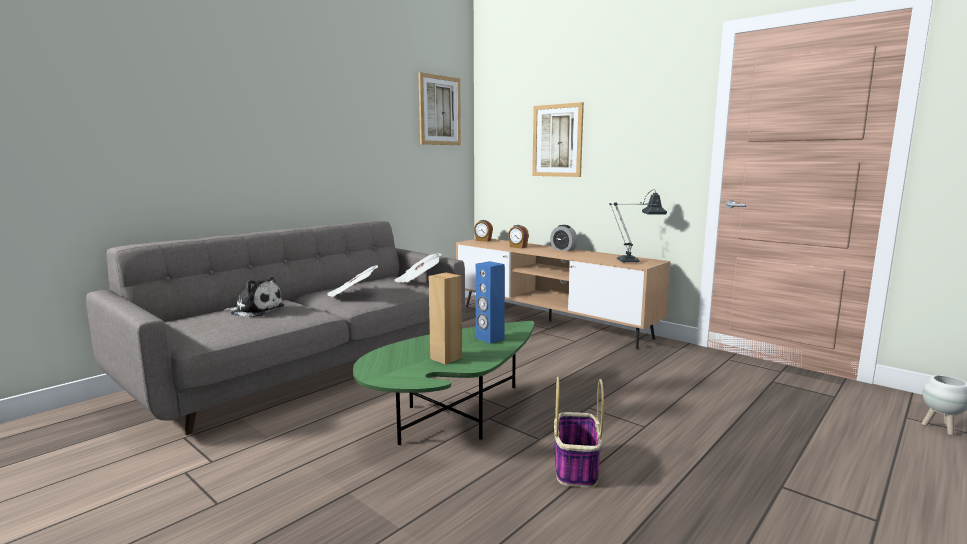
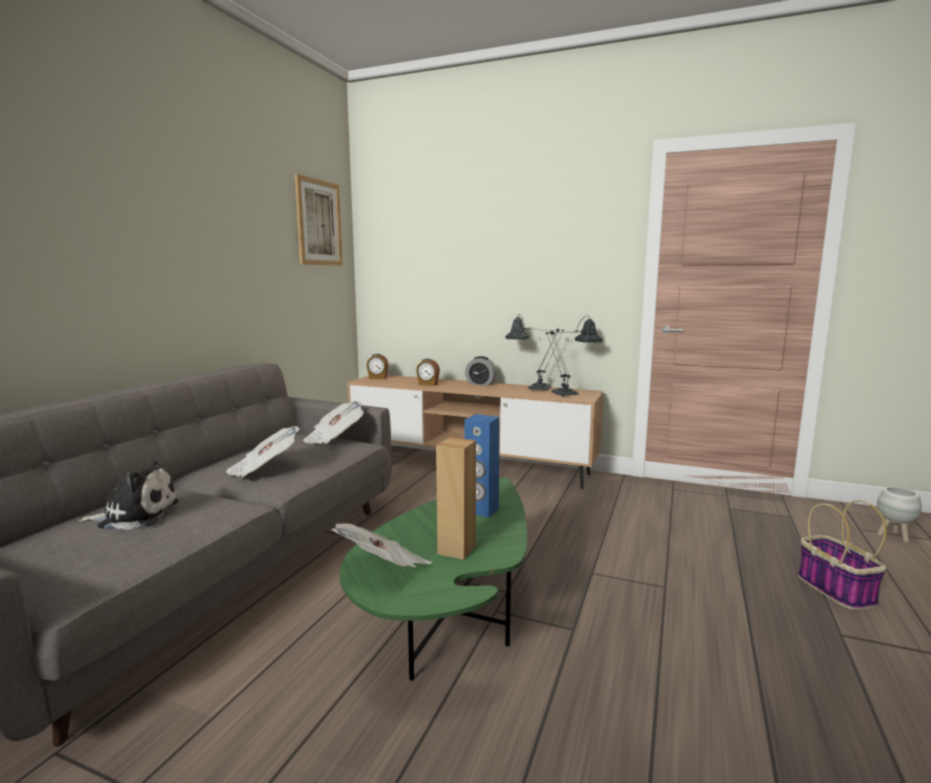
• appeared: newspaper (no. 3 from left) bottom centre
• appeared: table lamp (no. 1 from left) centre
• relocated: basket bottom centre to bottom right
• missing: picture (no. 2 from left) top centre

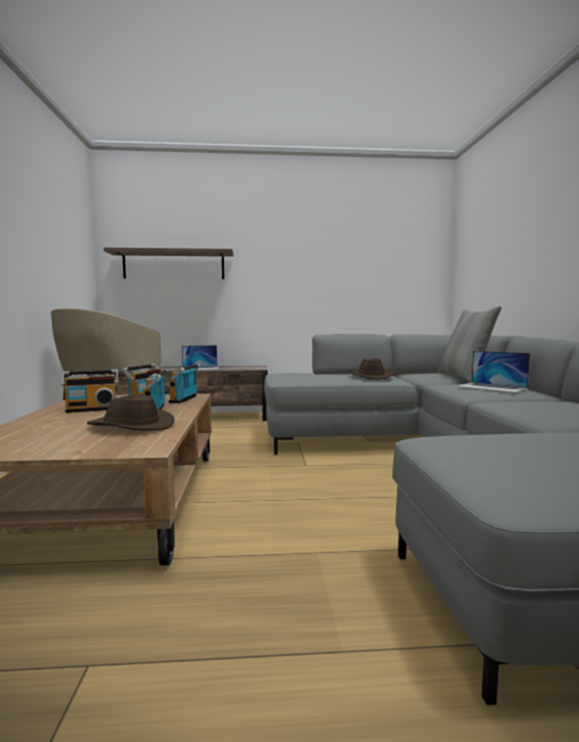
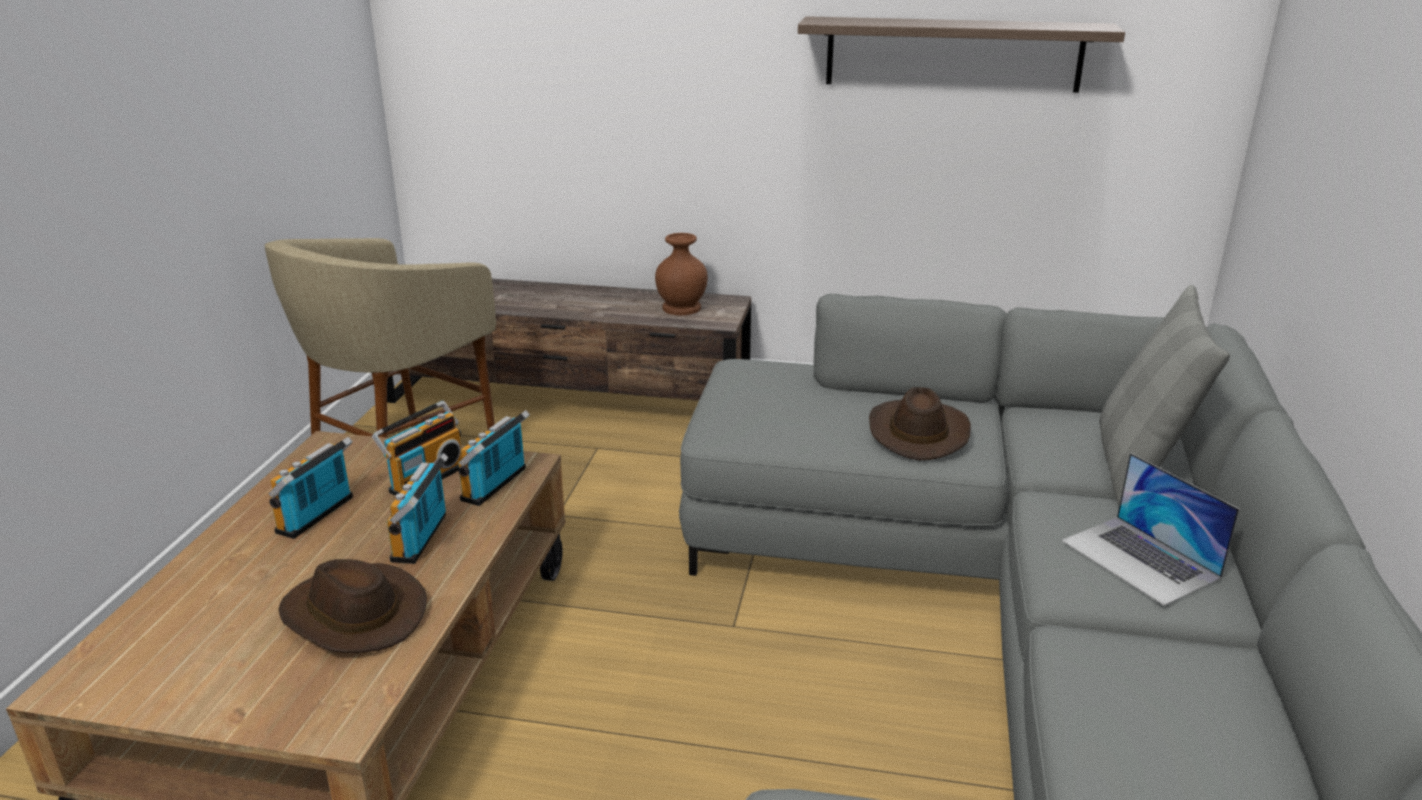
• spun: radio (no. 1 from left) middle left = middle left 120 degrees clockwise
• appeared: vase (brown) centre
• relocated: shelf middle left to top right
• missing: laptop (no. 1 from left) centre

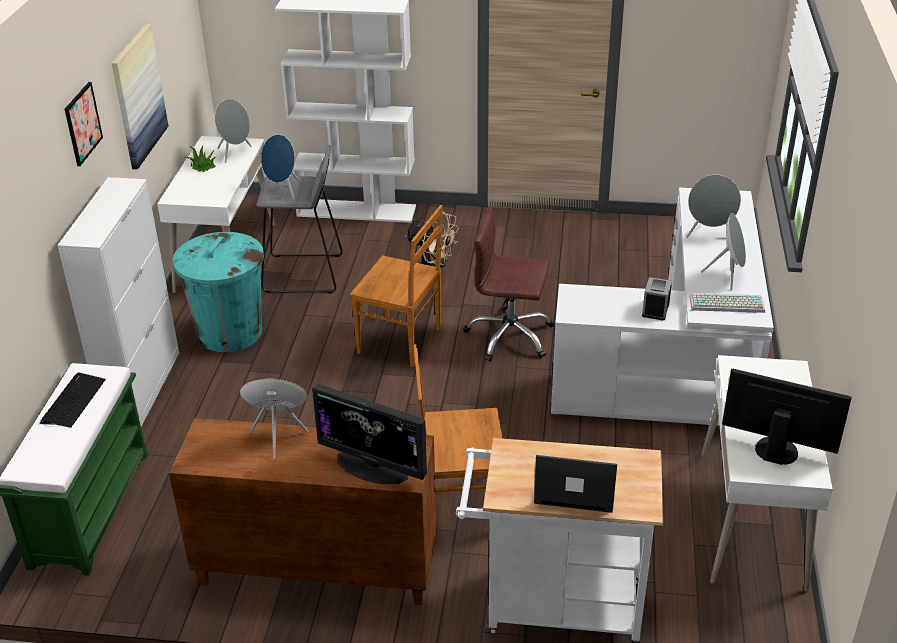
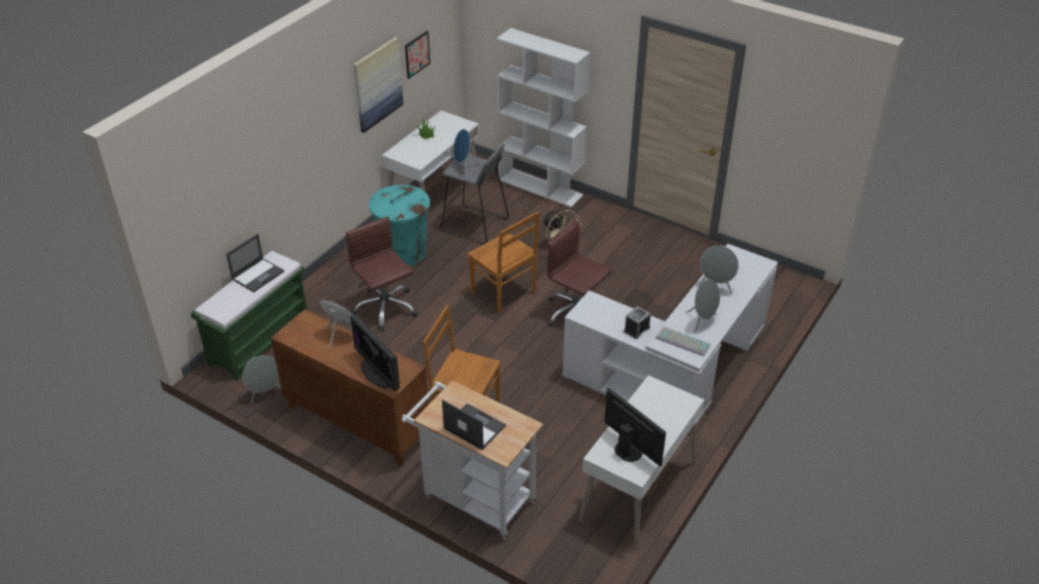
• exchanged: keyboard (no. 1 from left) middle left to laptop (no. 1 from left) middle left
• relocated: speaker (grey) (no. 1 from left) top left to middle left
• appeared: office chair (brown) (no. 1 from left) centre
• relocated: picture (no. 1 from left in the first image) top left to picture (no. 2 from left) top centre
• missing: cabinet (white) middle left

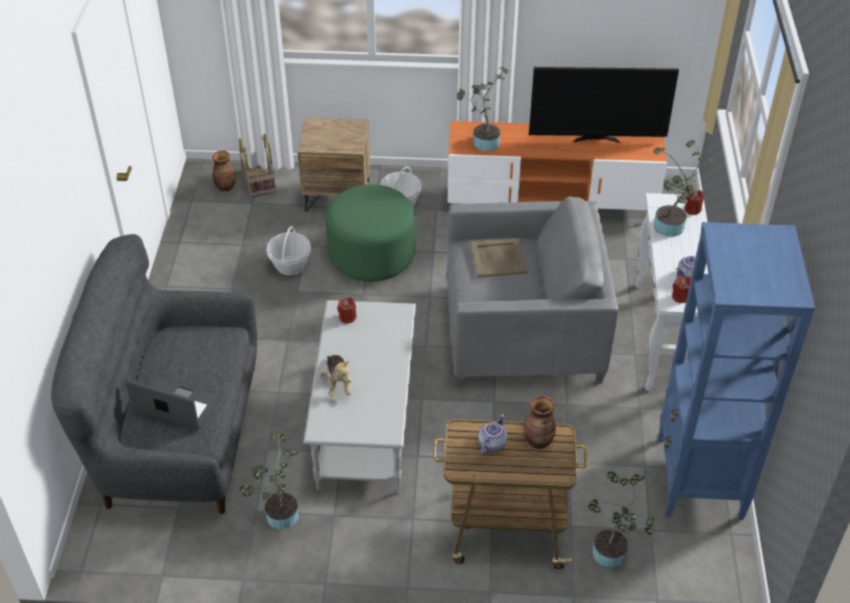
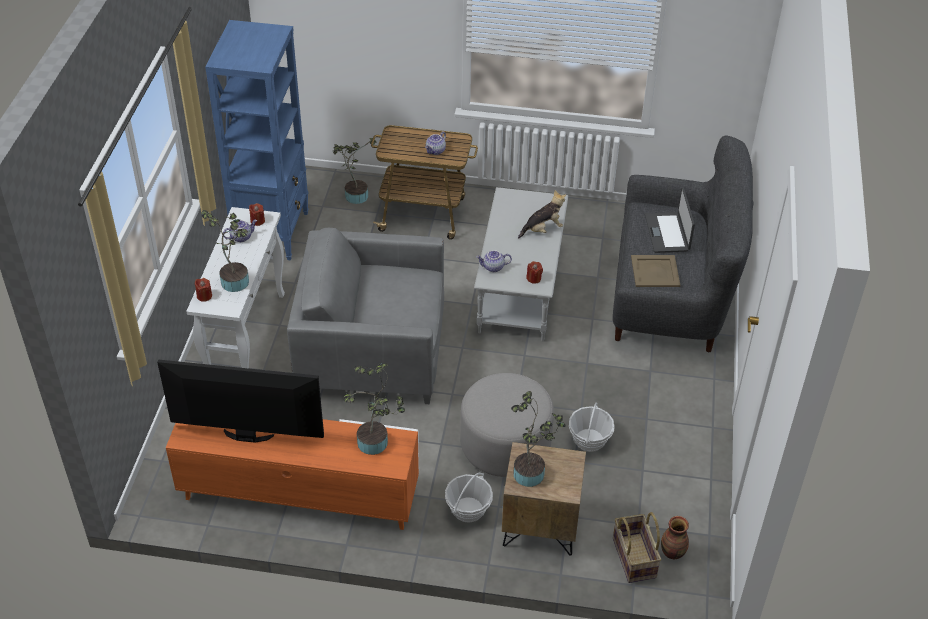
• colour: ottoman (green) centre to ottoman (grey) bottom centre
• appeared: teapot (no. 3 from left) centre
• relocated: potted plant (no. 1 from left in the first image) bottom left to potted plant (no. 4 from left) bottom centre
• spun: plush toy centre = centre 75 degrees clockwise
• relocated: tray (beige) centre to middle right
• spun: laptop bottom left = middle right 60 degrees clockwise
• missing: vase (no. 2 from left) bottom centre

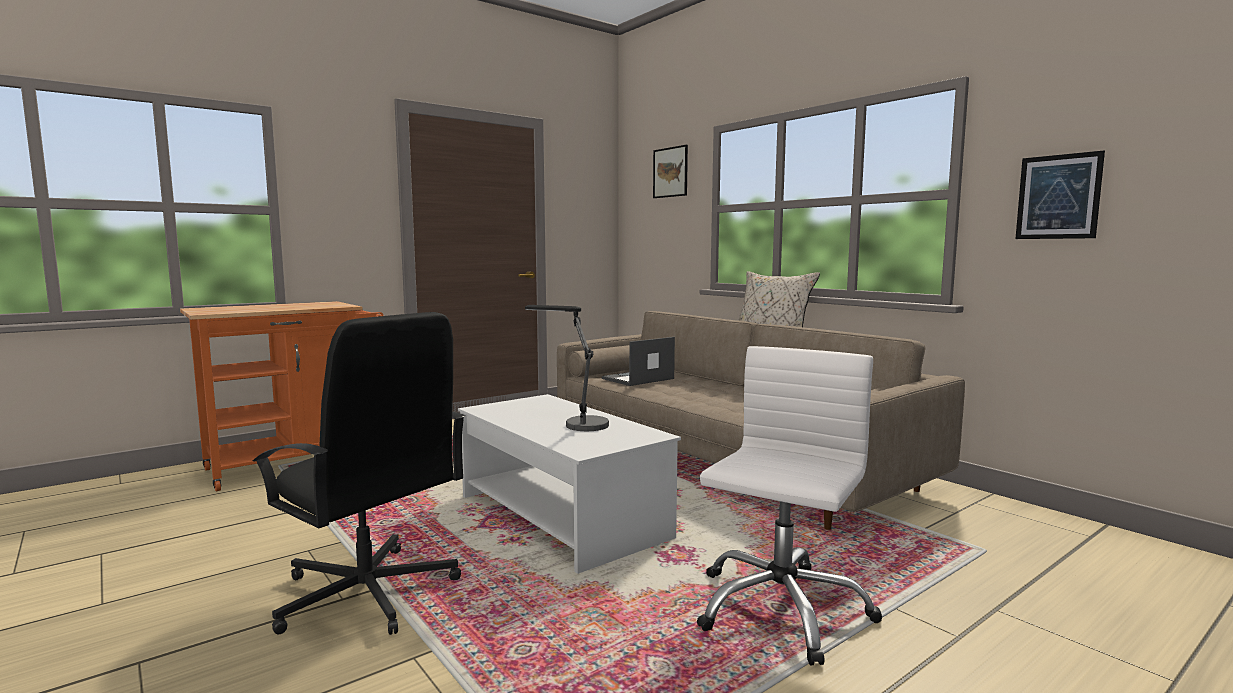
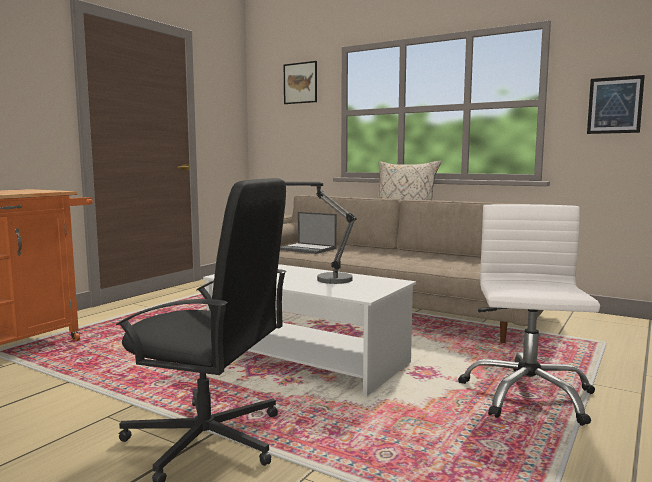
• spun: laptop centre = centre 90 degrees counterclockwise

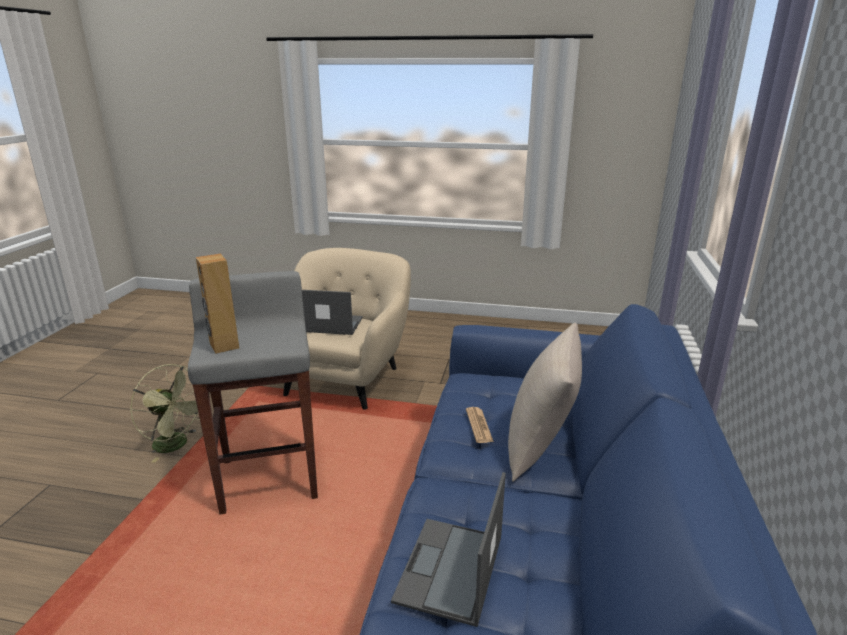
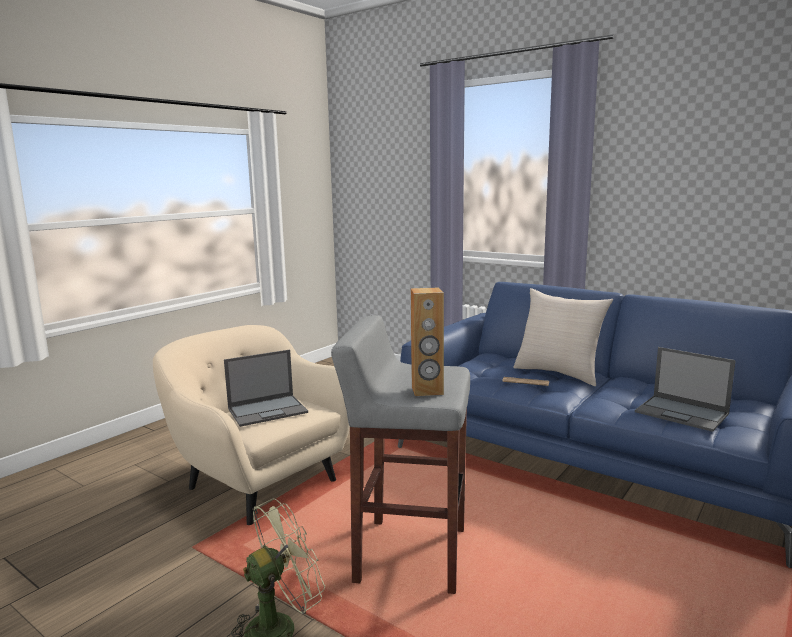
• spun: laptop (no. 1 from left) centre = centre 150 degrees counterclockwise

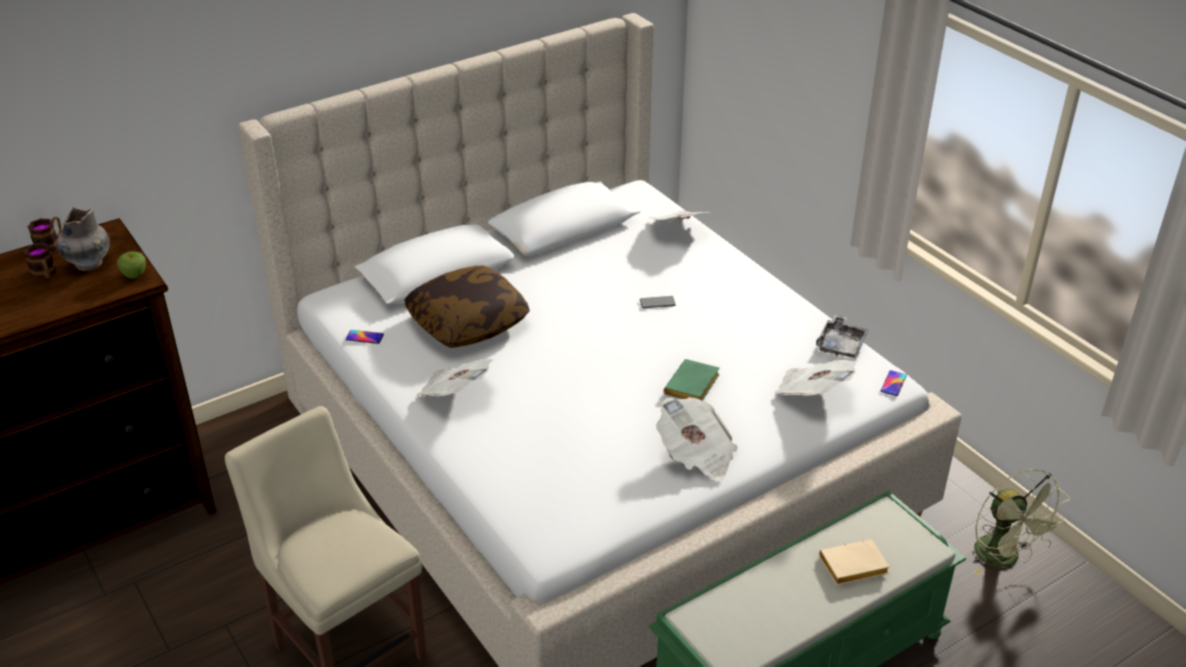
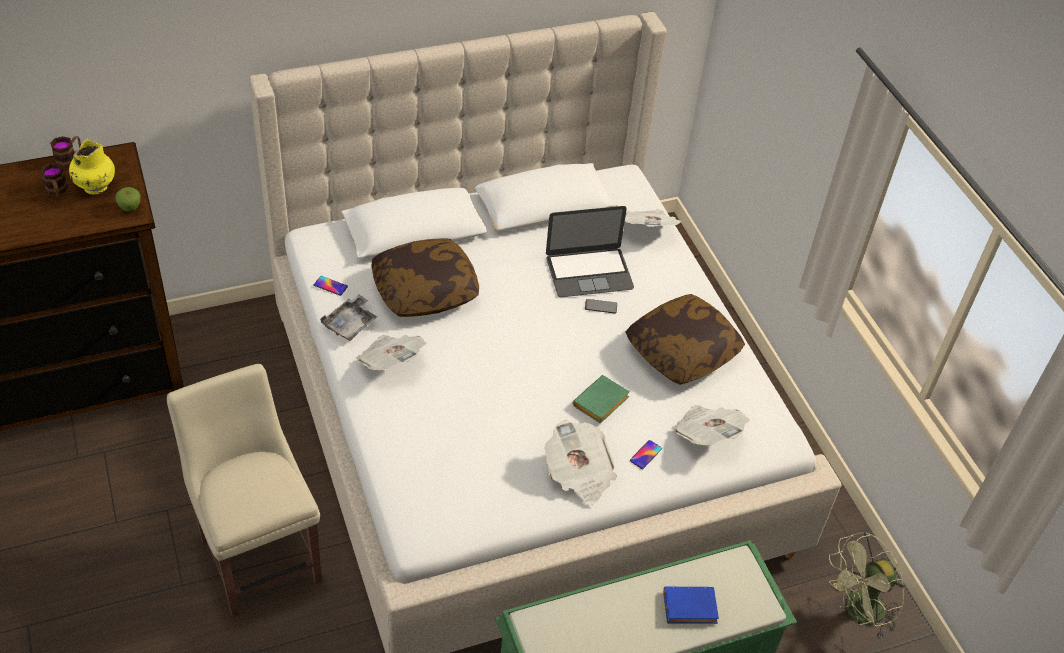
• colour: vase (grey) middle left to vase (yellow) top left
• relocated: tray (grey) middle right to middle left
• appeared: laptop centre
• appeared: pillow (no. 2 from left) centre
• relocated: phone (no. 3 from left) middle right to bottom centre
• colour: book (beige) bottom right to book (blue) bottom centre
• spun: fan (green) bottom right = bottom right 75 degrees clockwise

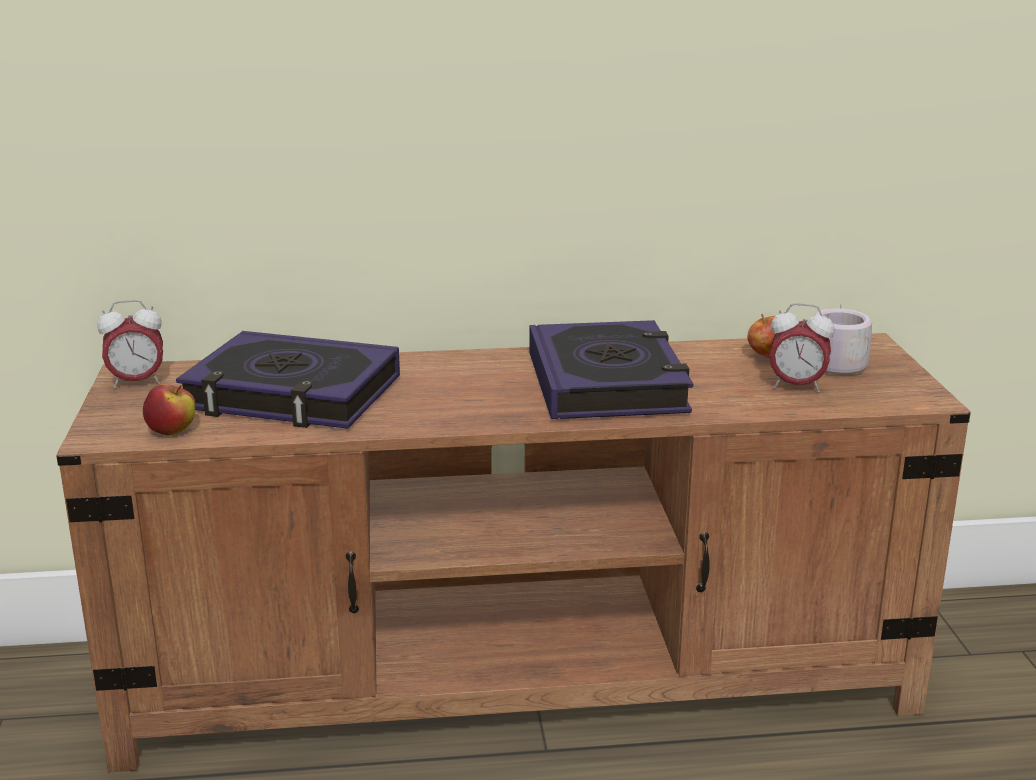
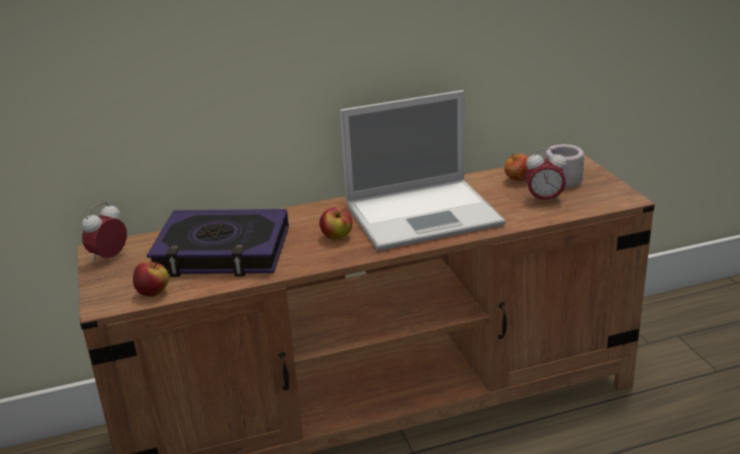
• spun: alarm clock (no. 1 from left) middle left = middle left 150 degrees clockwise
• appeared: apple (no. 2 from left) centre
• exchanged: book (no. 2 from left) centre to laptop centre

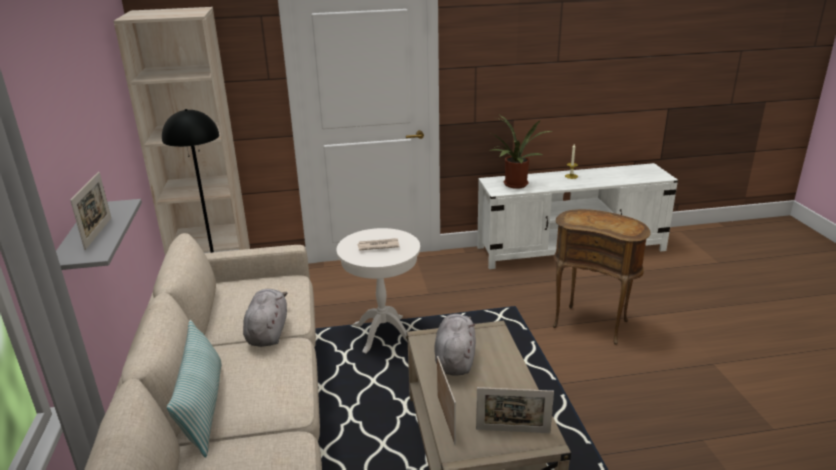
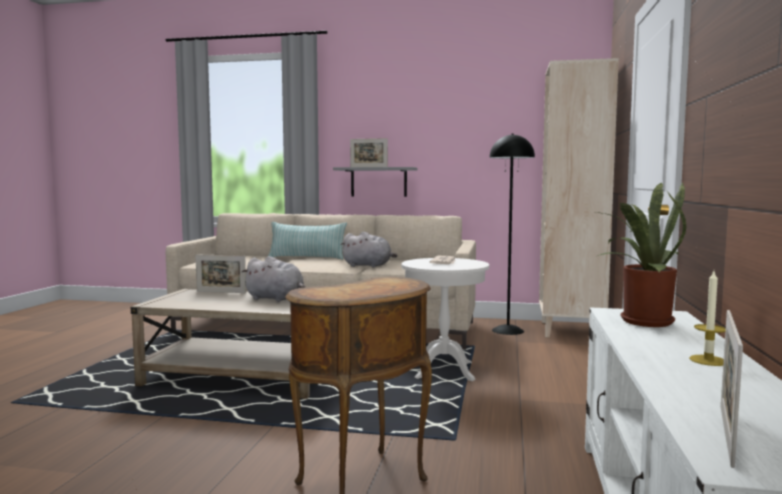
• relocated: picture frame (no. 3 from left) bottom centre to bottom right

